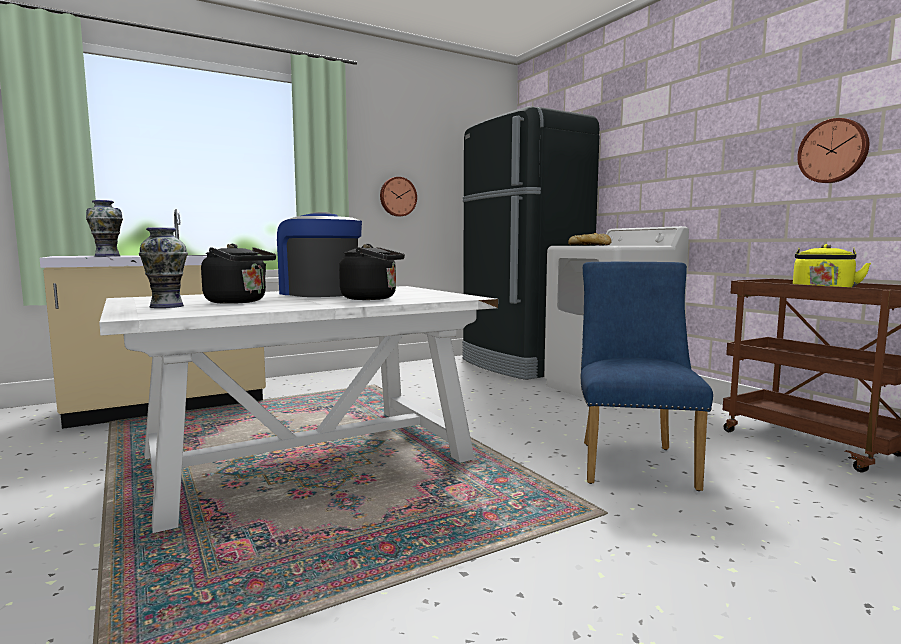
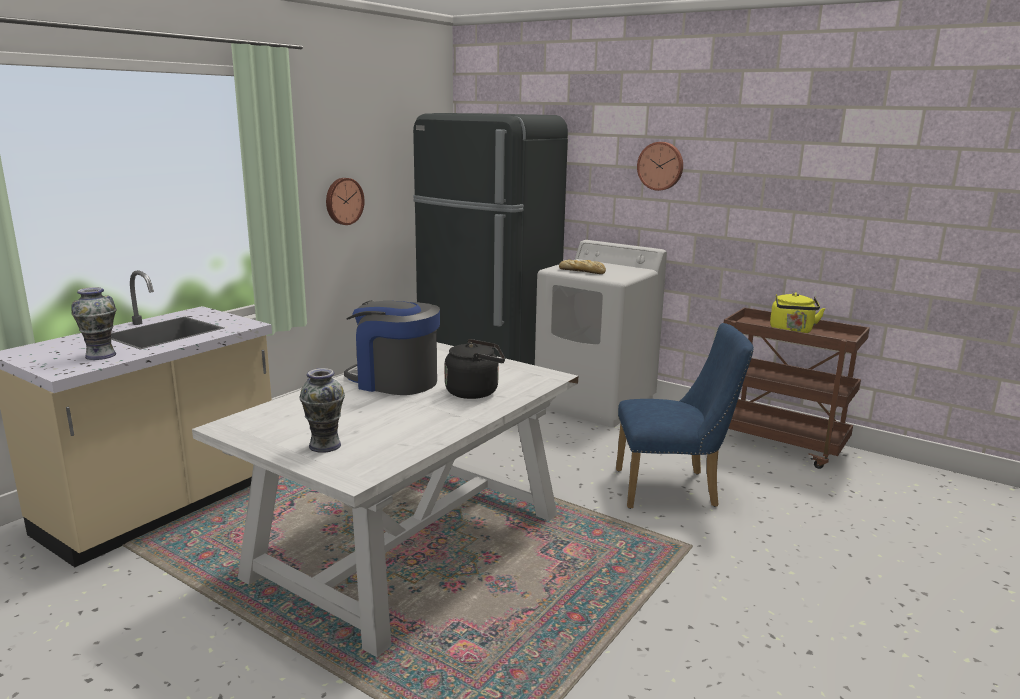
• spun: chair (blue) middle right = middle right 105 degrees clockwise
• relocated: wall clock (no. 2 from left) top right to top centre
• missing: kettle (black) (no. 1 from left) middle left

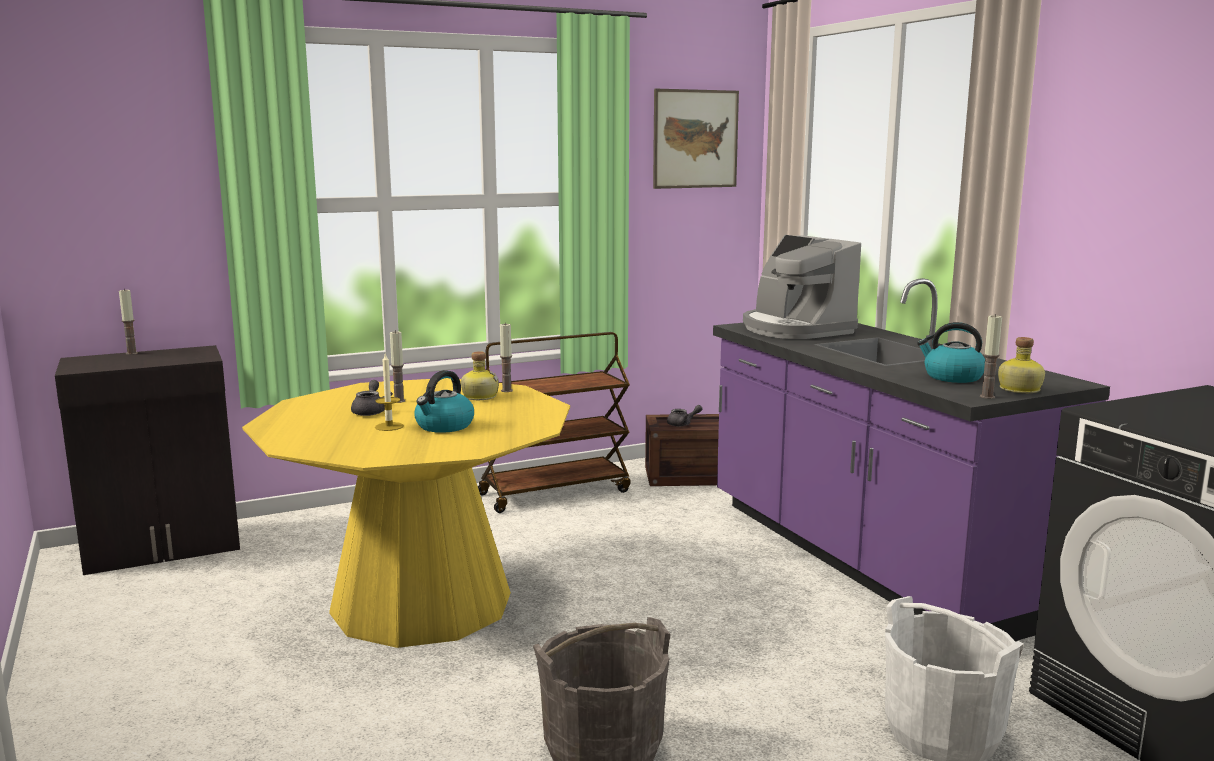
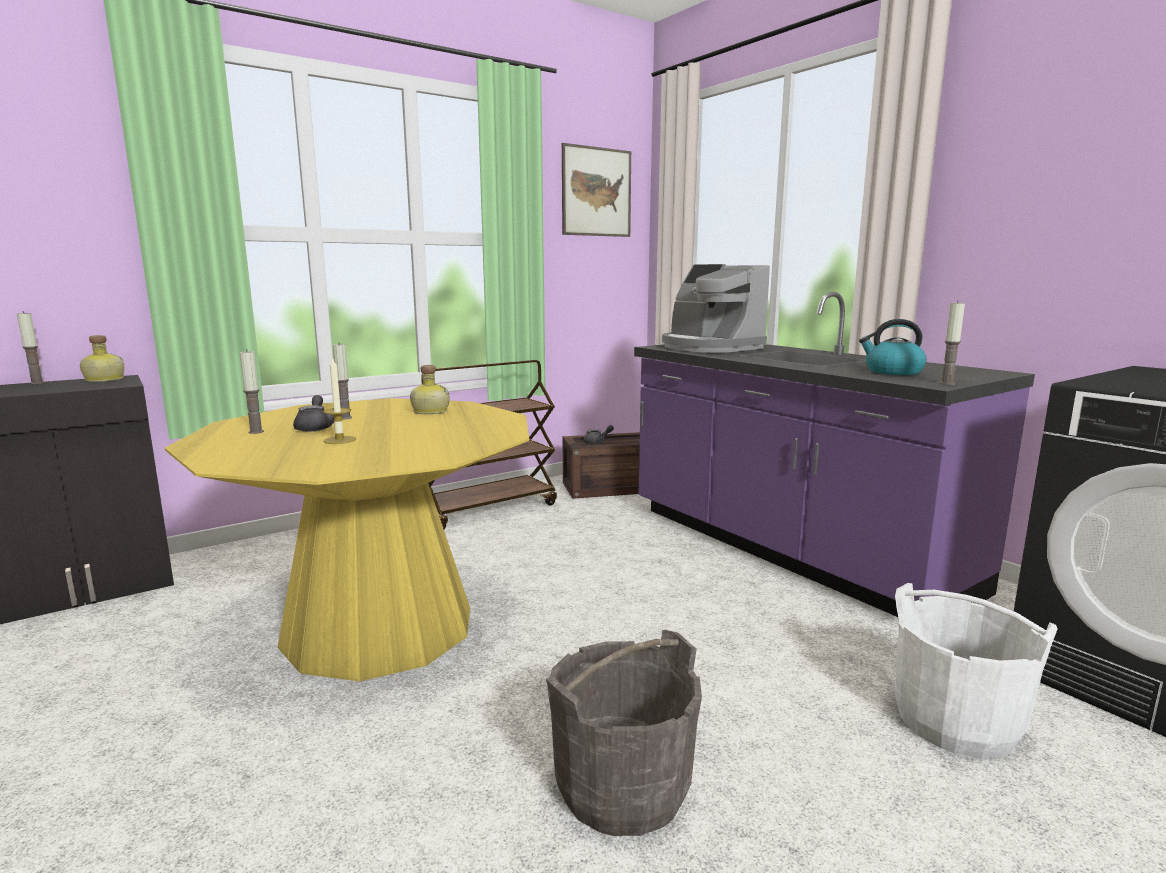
• relocated: bottle (no. 2 from left in the first image) middle right to bottle (no. 1 from left) middle left
• relocated: candle (no. 4 from left in the first image) centre to candle (no. 2 from left) middle left
• missing: kettle (no. 1 from left) centre

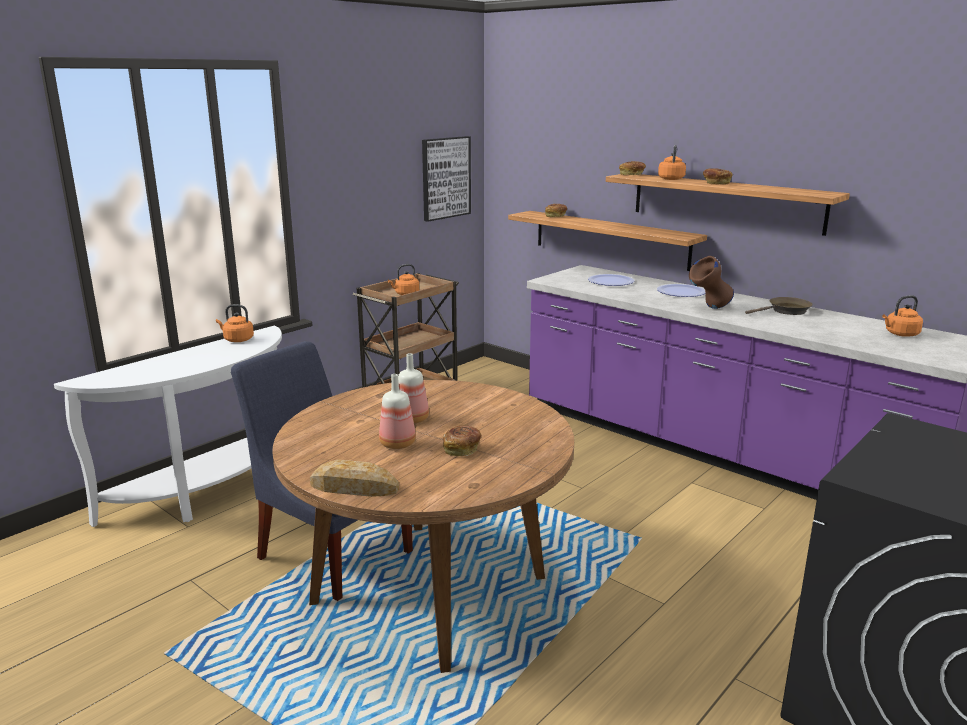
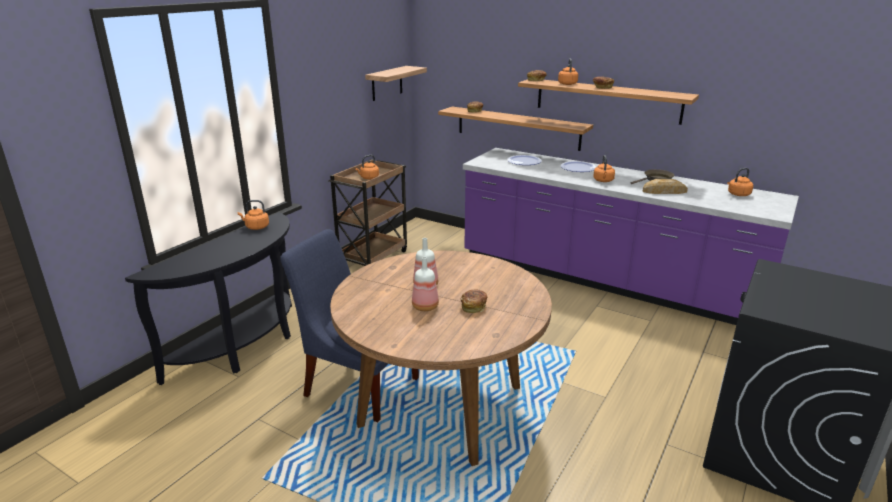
• colour: console table (white) middle left to console table (black) middle left
• exchanged: picture top centre to shelf (no. 1 from left) top centre
• exchanged: vase (brown) middle right to kettle (orange) (no. 4 from left) middle right
• relocated: bread (no. 1 from left in the first image) centre to bread (no. 5 from left) middle right

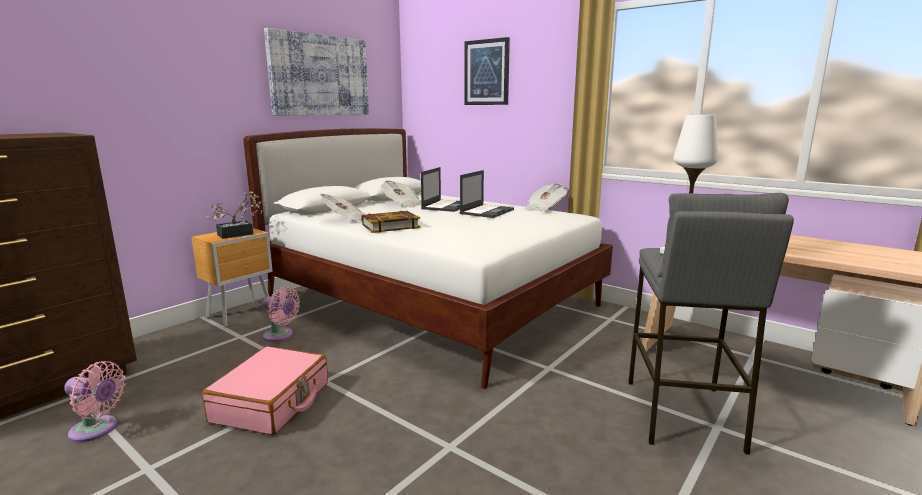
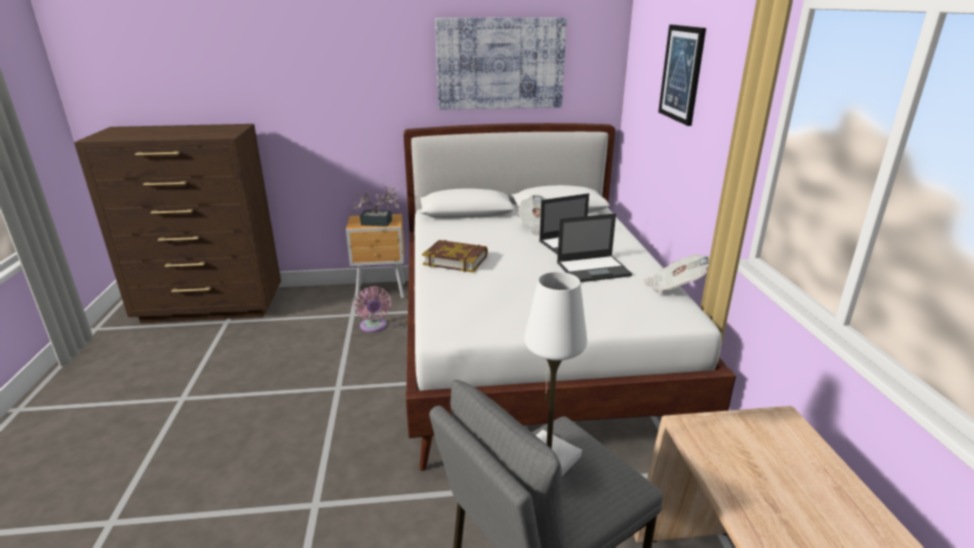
• missing: fan (pink) (no. 1 from left) bottom left
• missing: suitcase (pink) bottom left
• missing: newspaper (no. 1 from left) centre

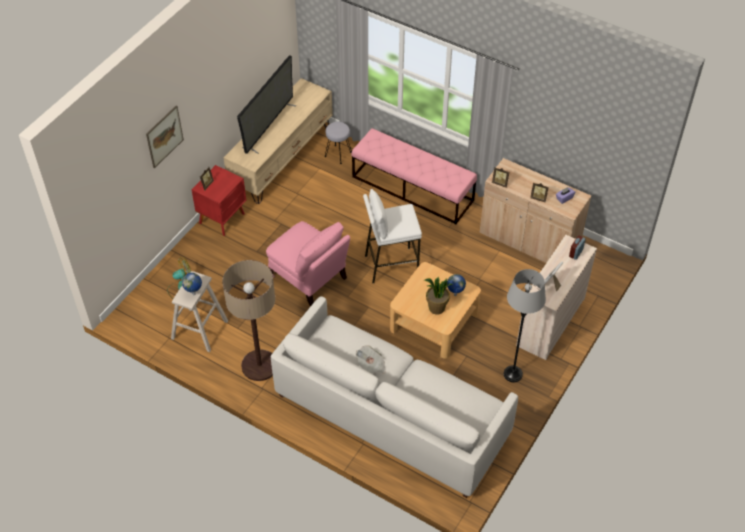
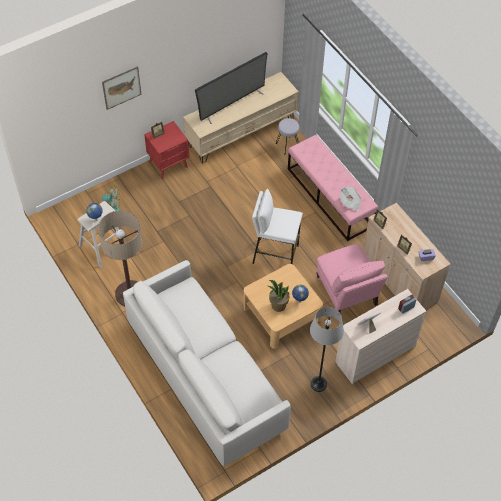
• relocated: armchair (pink) centre to middle right
• relocated: newspaper bottom centre to middle right

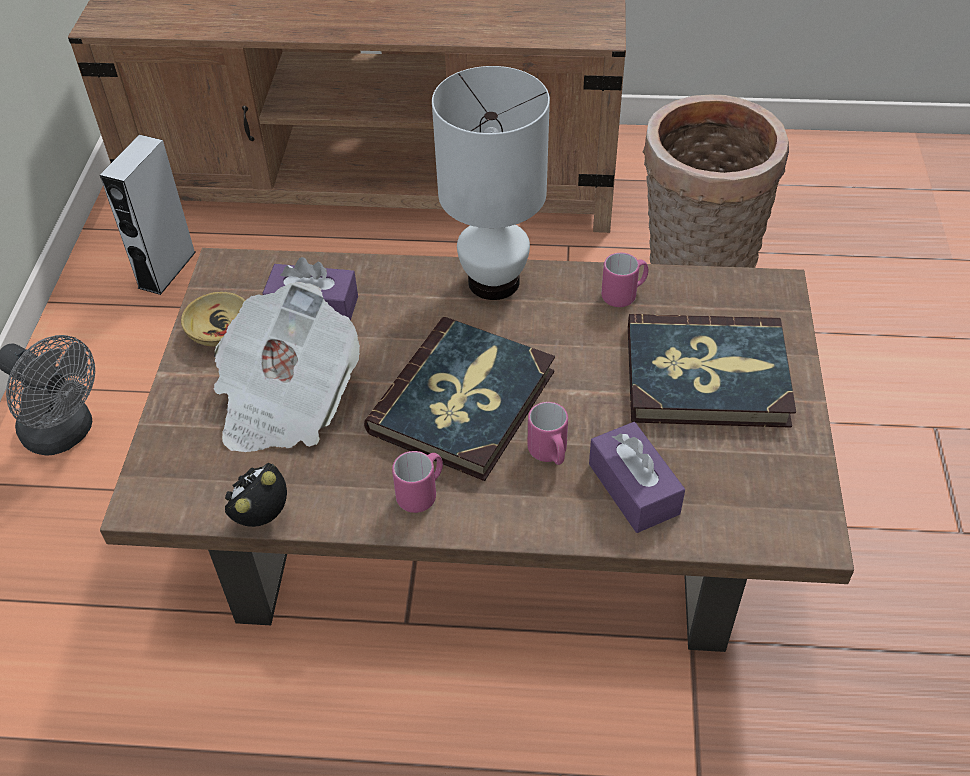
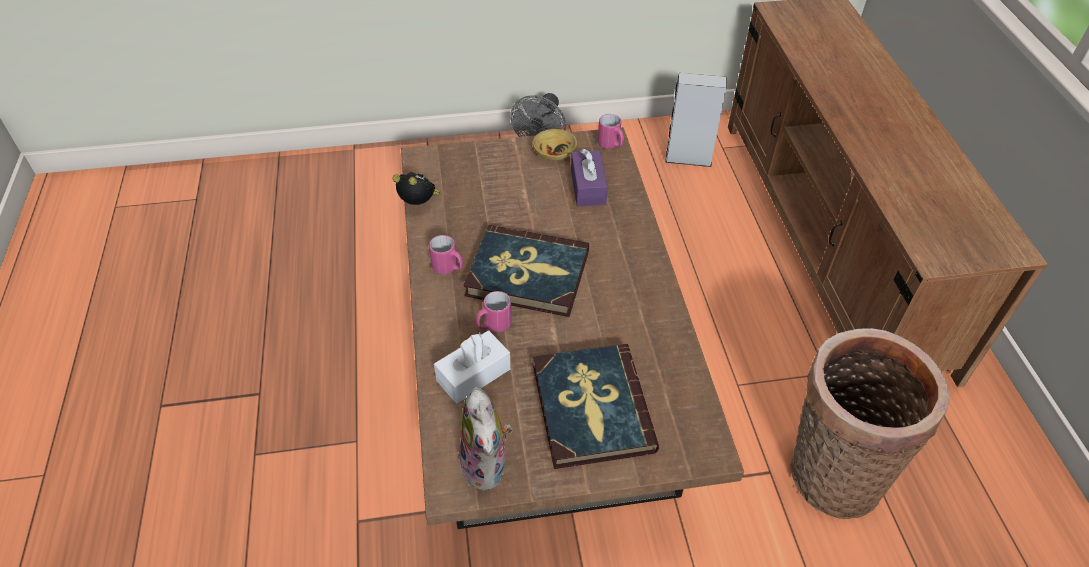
• colour: tissue box (purple) (no. 2 from left) centre to tissue box (white) centre
• appeared: plush toy bottom centre
• relocated: mug (pink) (no. 3 from left) centre to top centre
• missing: newspaper middle left
• missing: table lamp (white) top centre

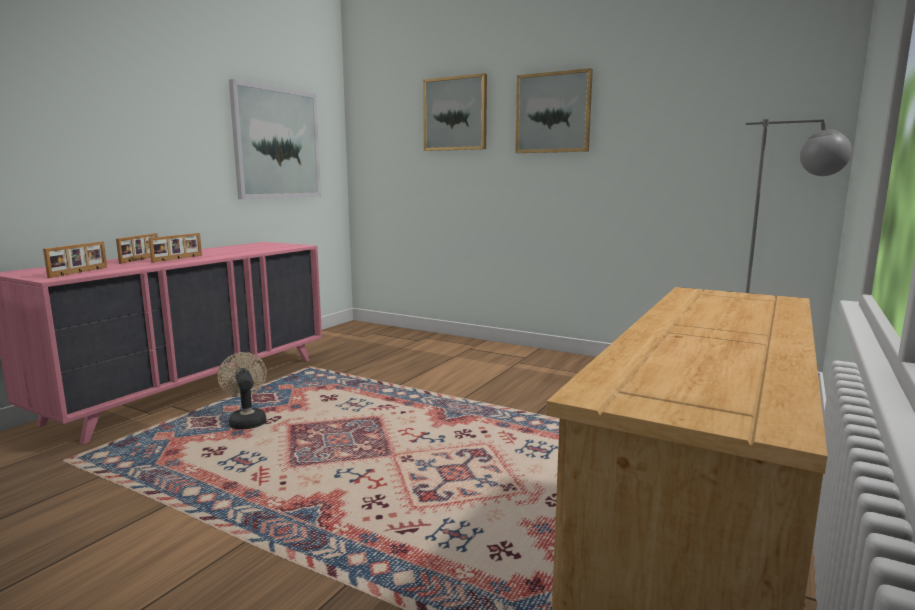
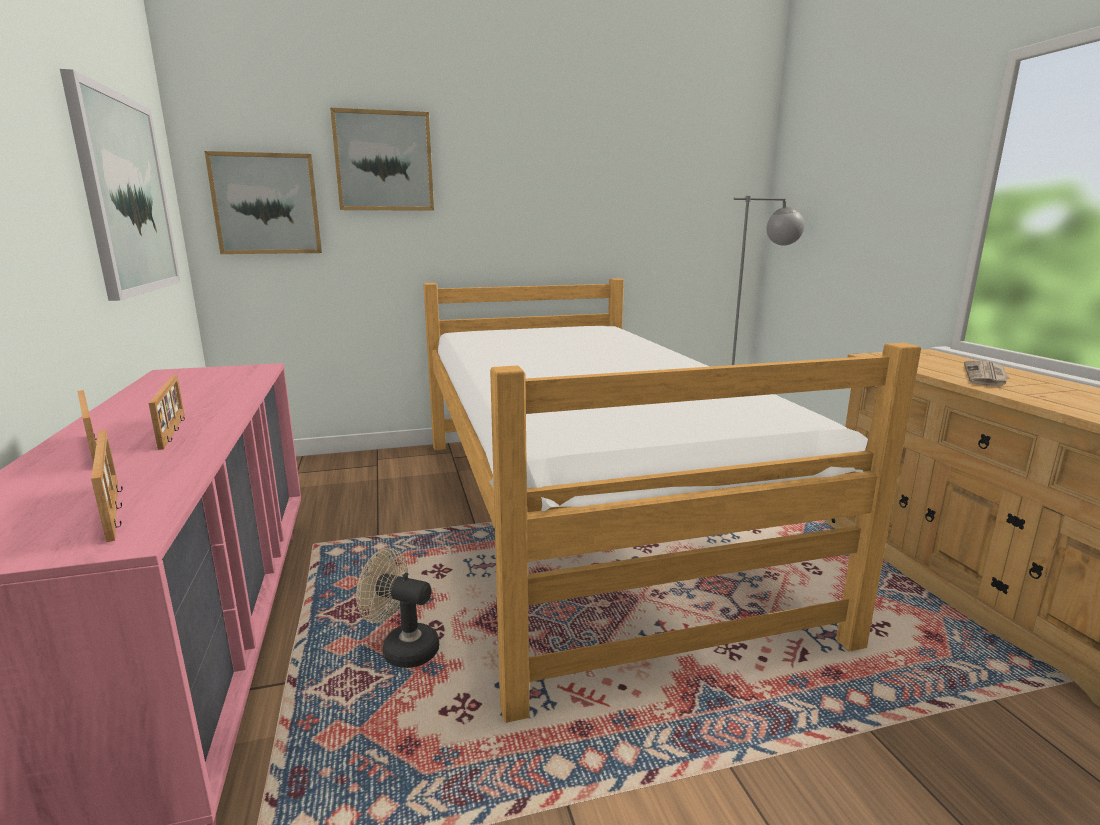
• relocated: picture (no. 3 from left in the first image) top centre to picture (no. 2 from left) top left
• appeared: bed centre
• appeared: newspaper middle right

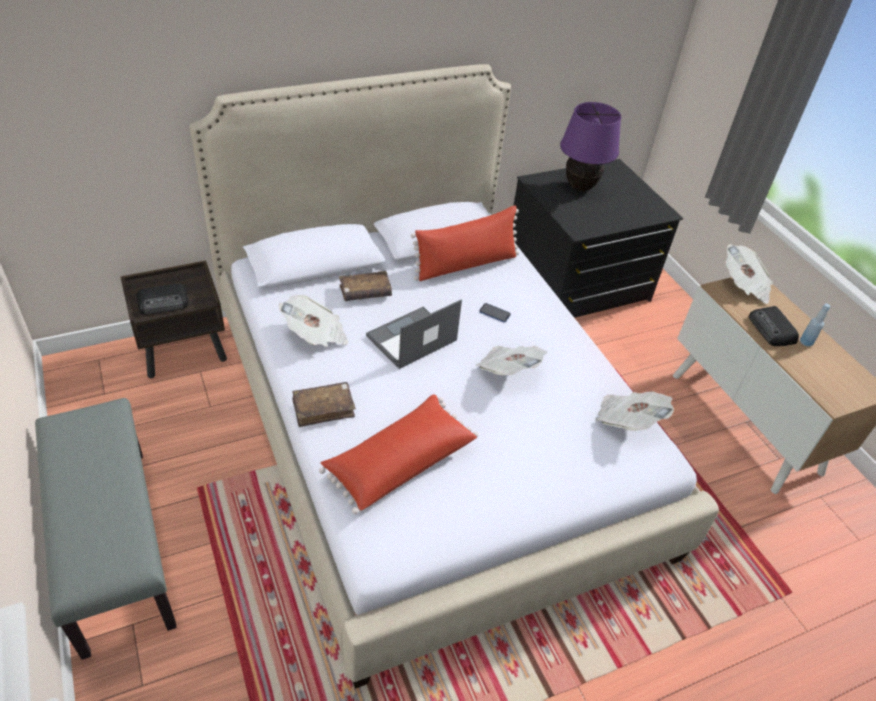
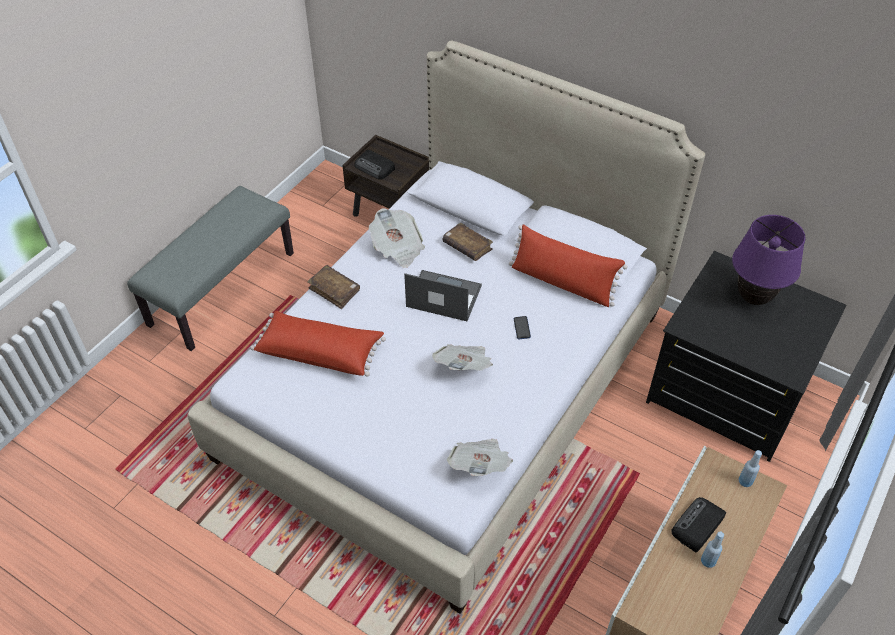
• exchanged: newspaper (no. 4 from left) middle right to bottle (blue) (no. 2 from left) bottom right

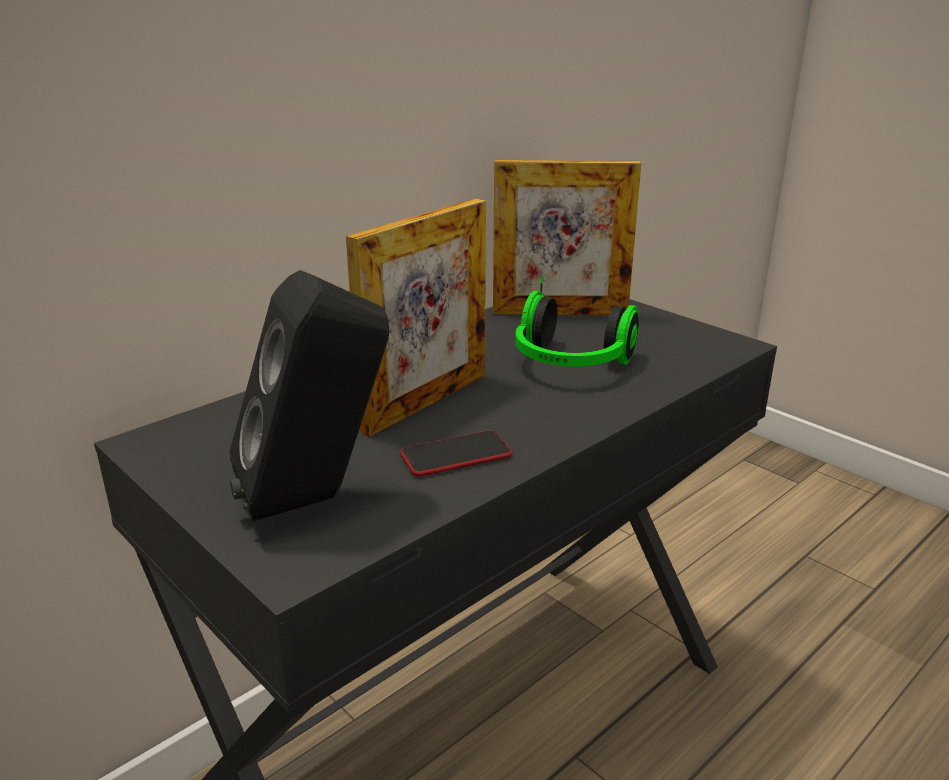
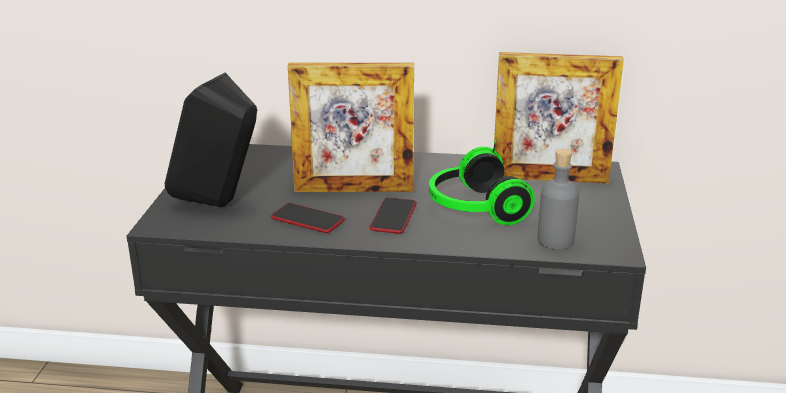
• appeared: phone (no. 2 from left) centre
• spun: picture frame (no. 2 from left) top centre = top right 45 degrees counterclockwise
• appeared: bottle (grey) middle right

